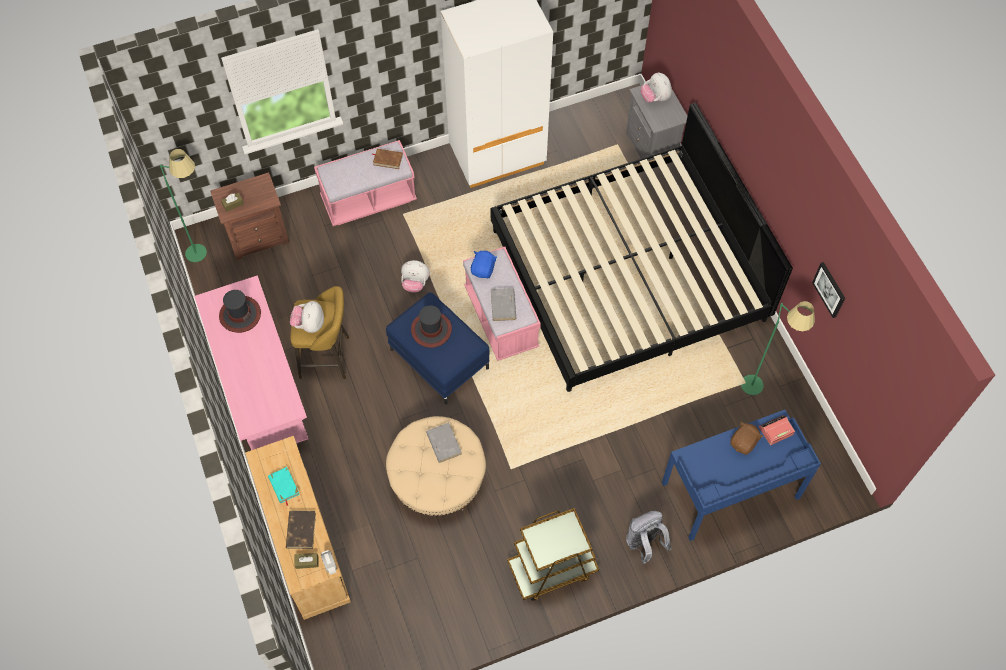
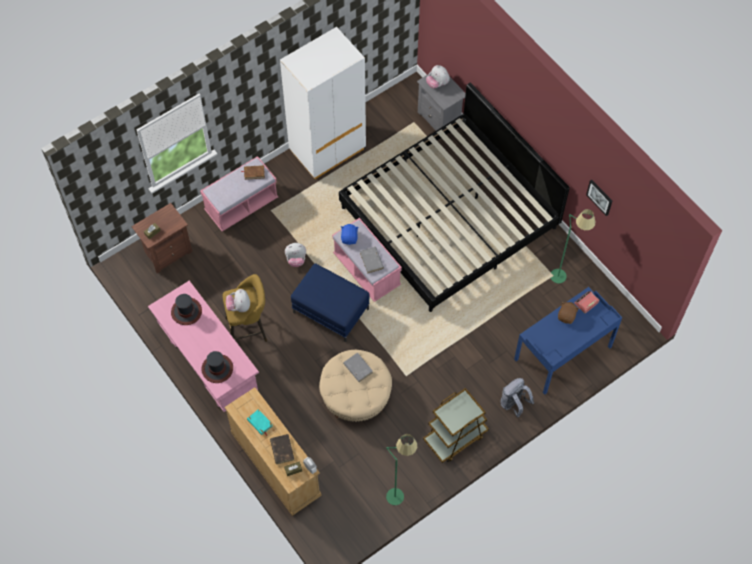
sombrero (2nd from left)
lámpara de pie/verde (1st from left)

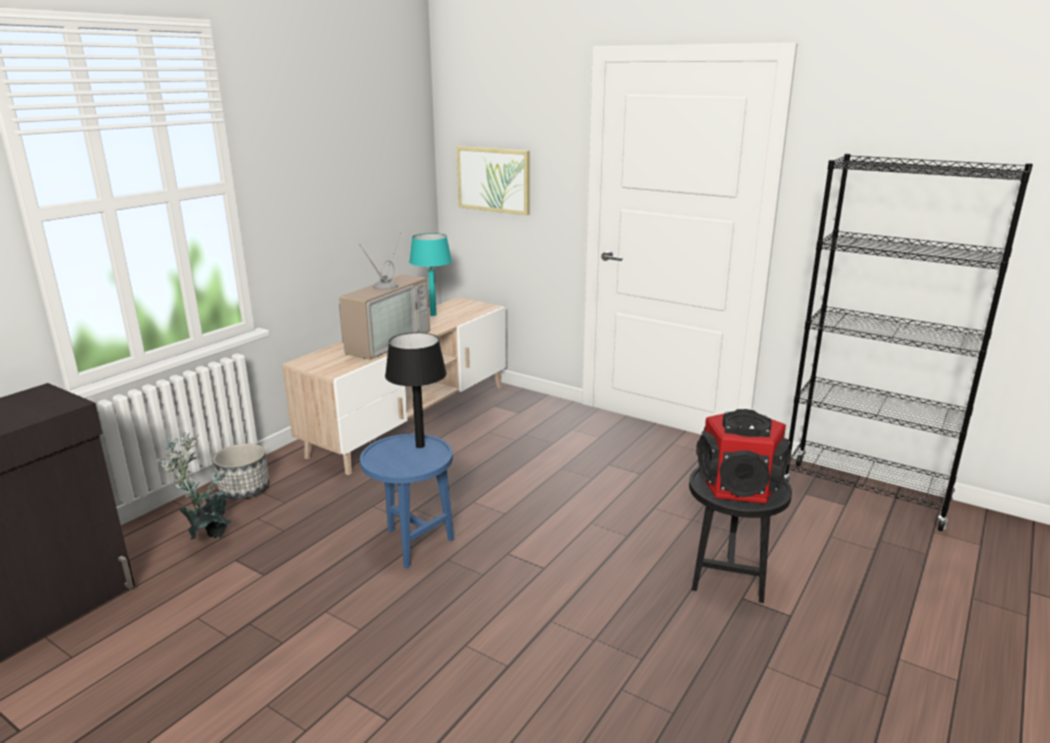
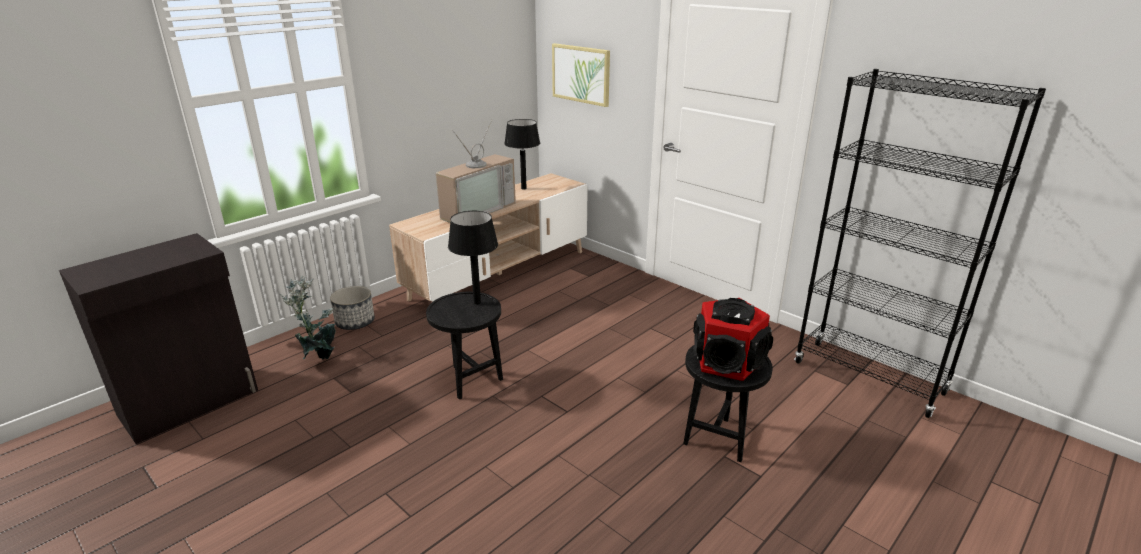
mesa auxiliar/negro (1st from left)
lámpara de mesa/negro (2nd from left)

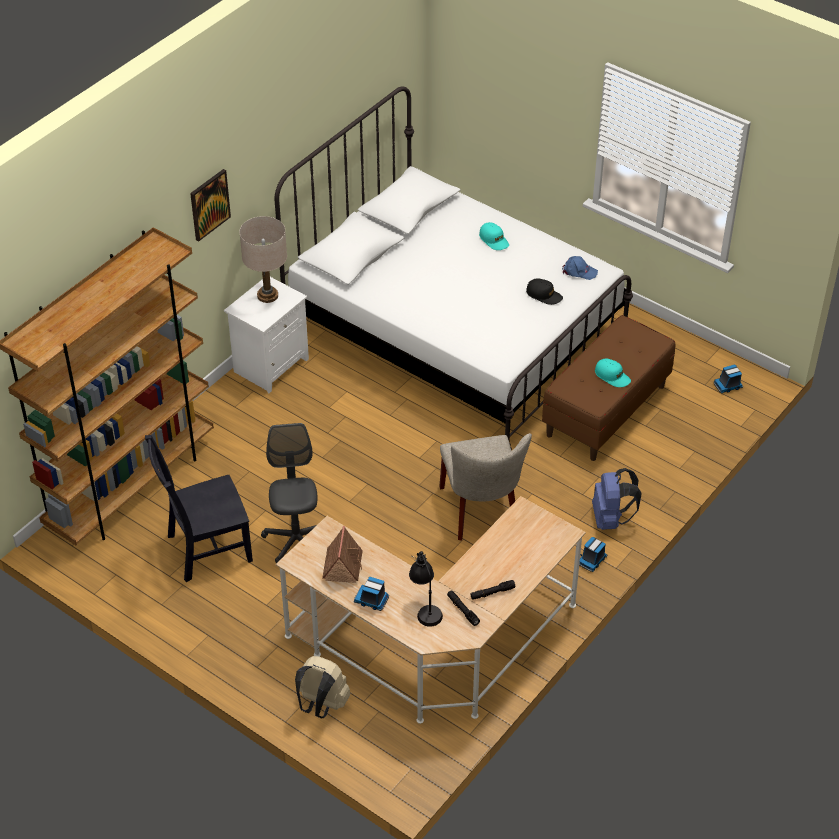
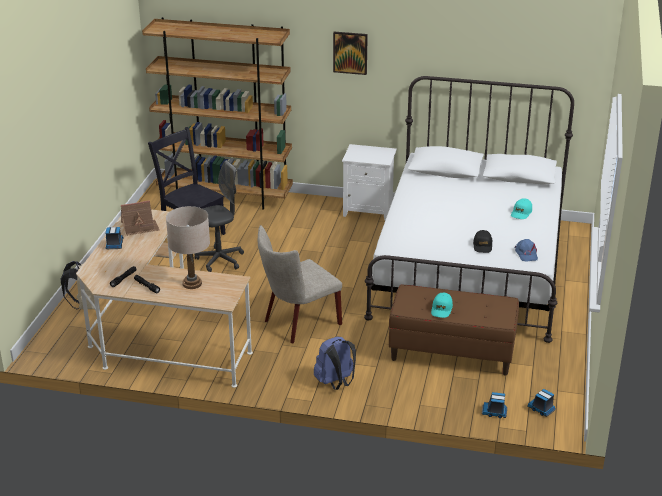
lámpara de mesa/beis
camión de juguete (2nd from left)
lámpara de mesa/negro

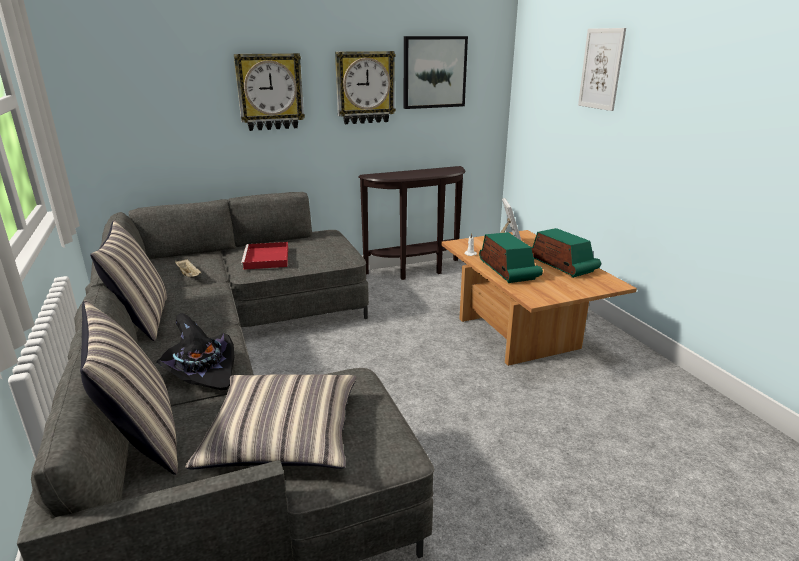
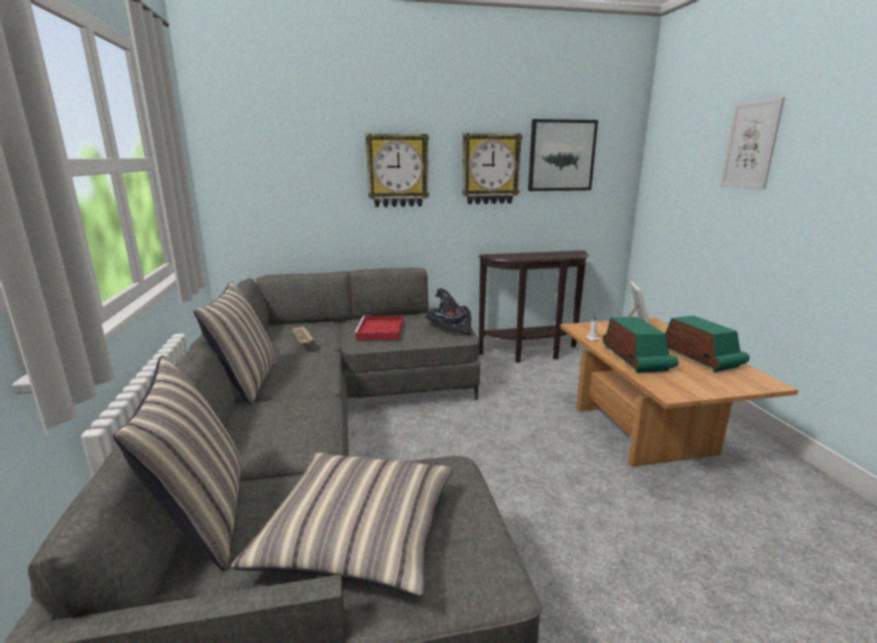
sombrero/negro

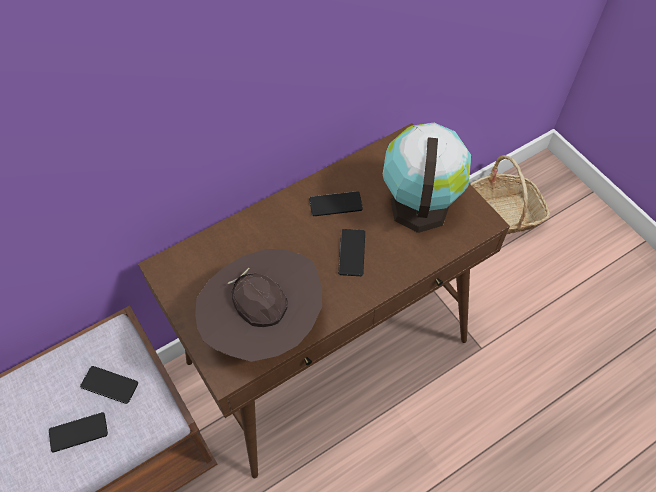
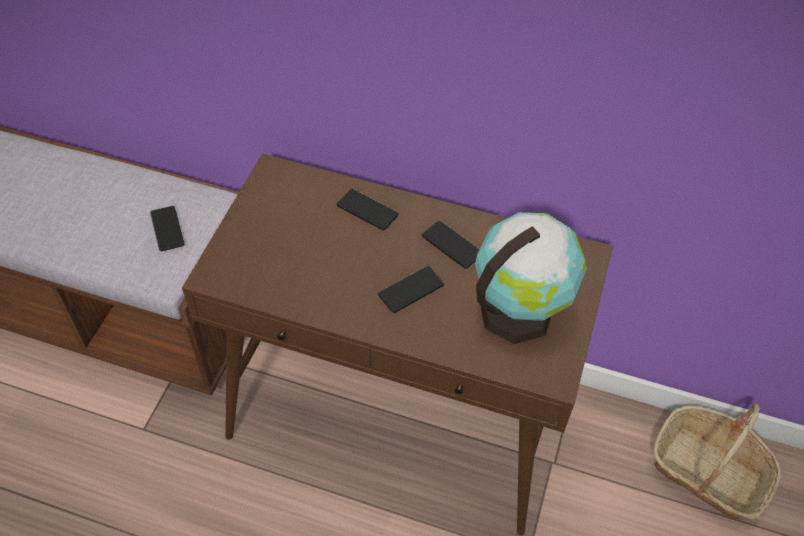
móvil (2nd from left)
sombrero/marrón

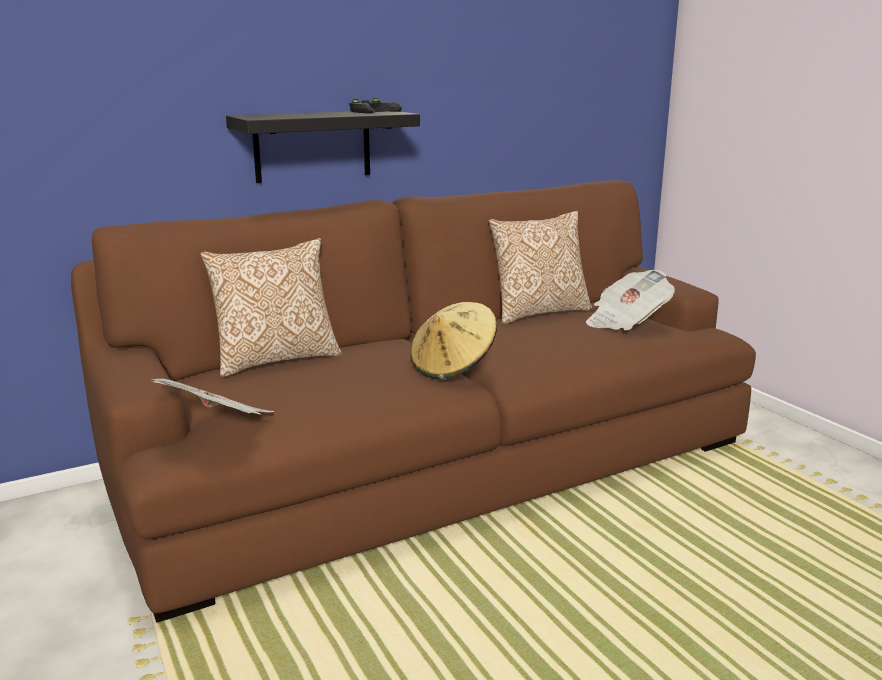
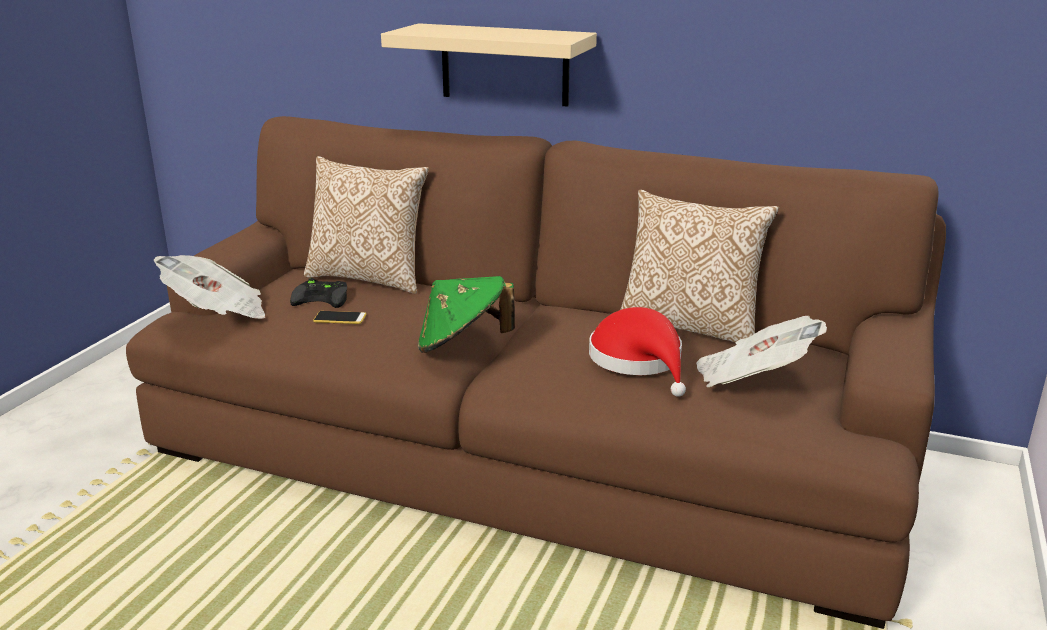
mando de consola/negro
móvil
estante/beis
sombrero/verde
sombrero/rojo

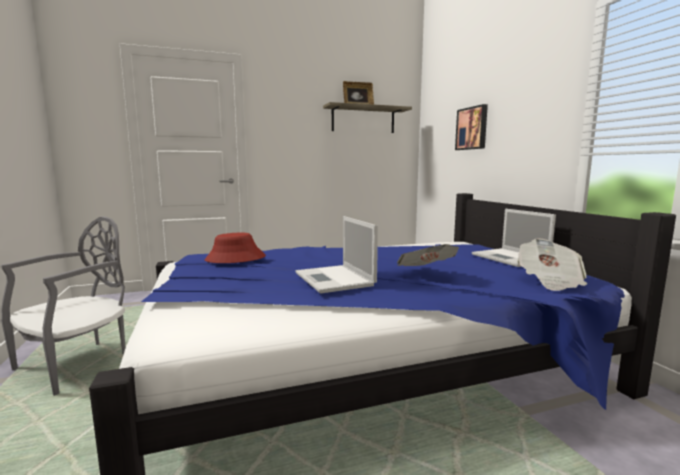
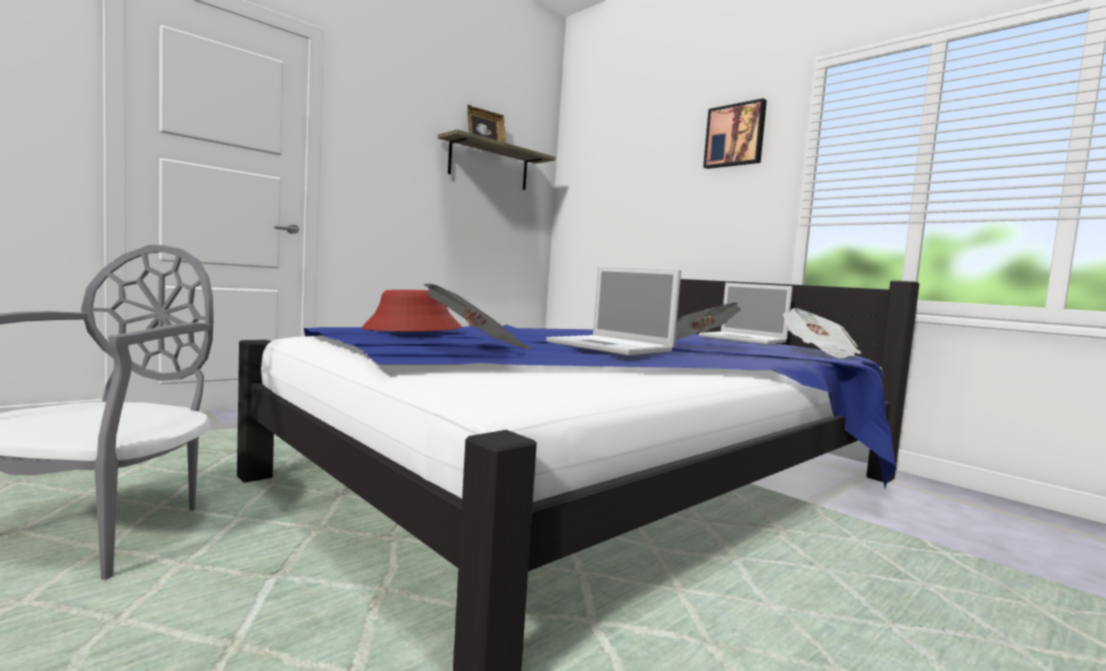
periódico (1st from left)
cuadro

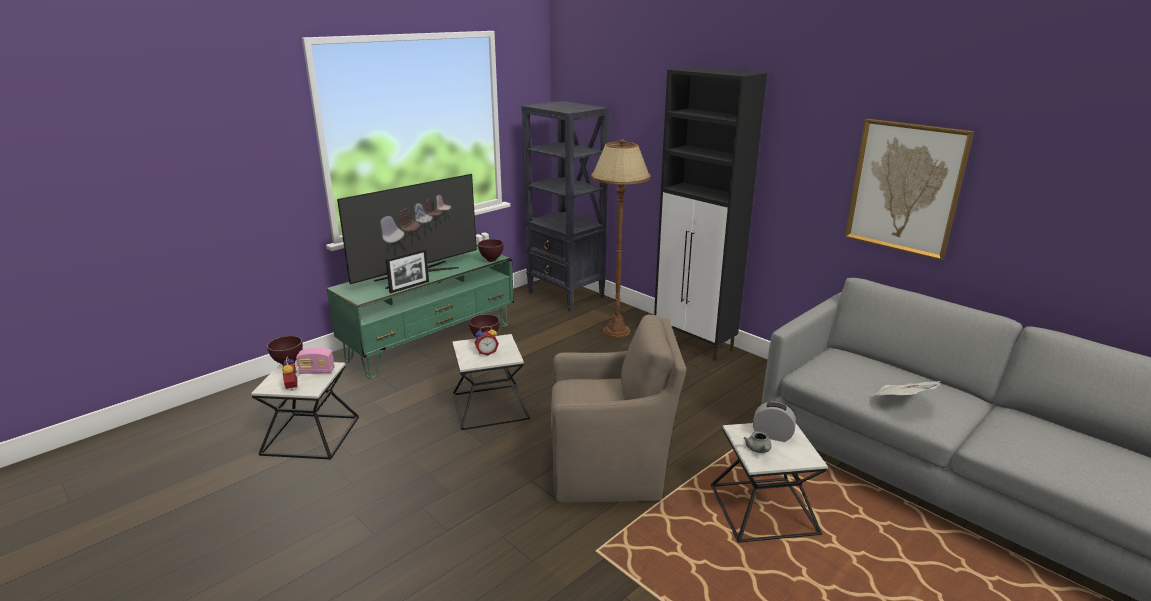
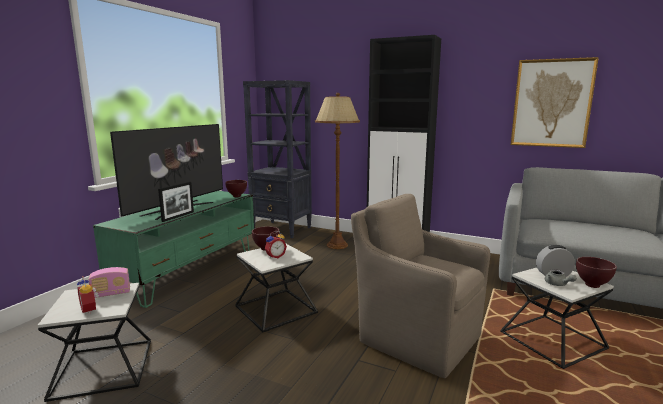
sillón/marrón
cuenco/marrón (3rd from left)
periódico

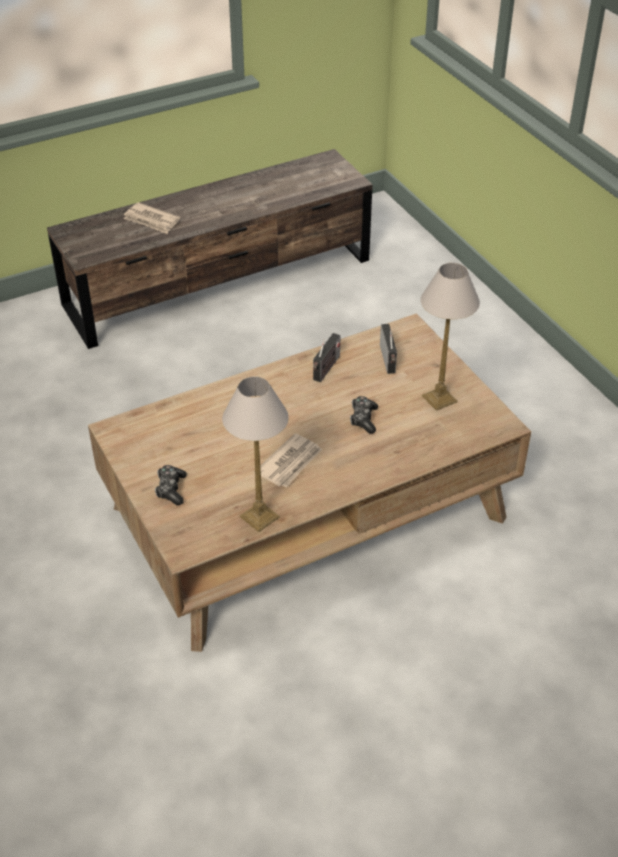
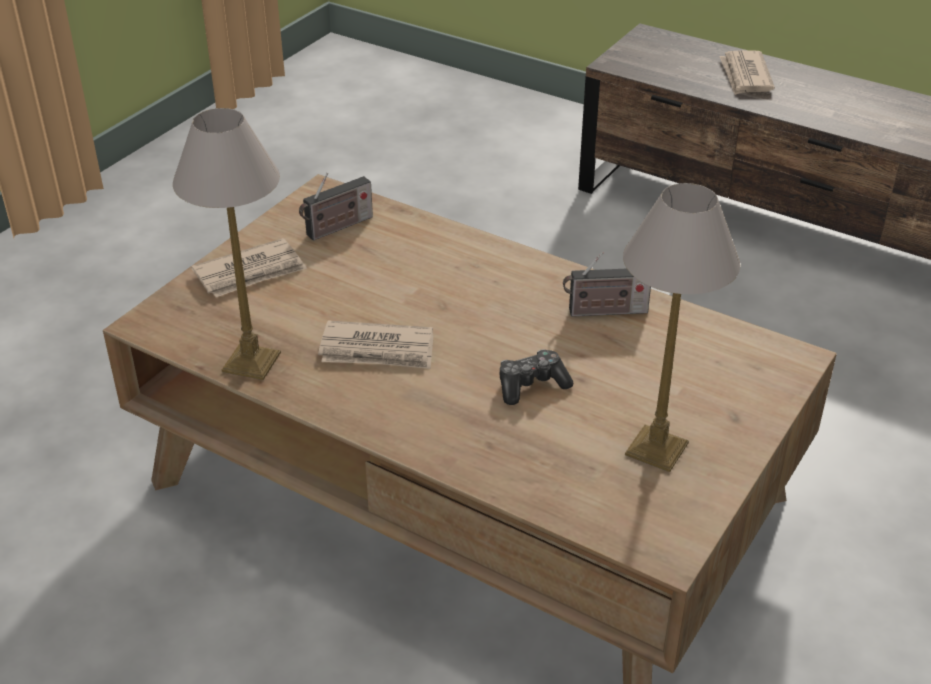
periódico (1st from left)
radio (1st from left)

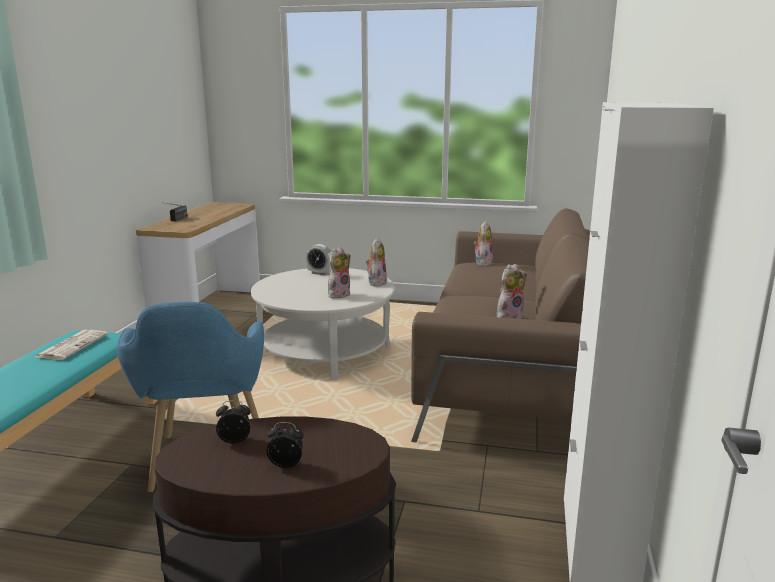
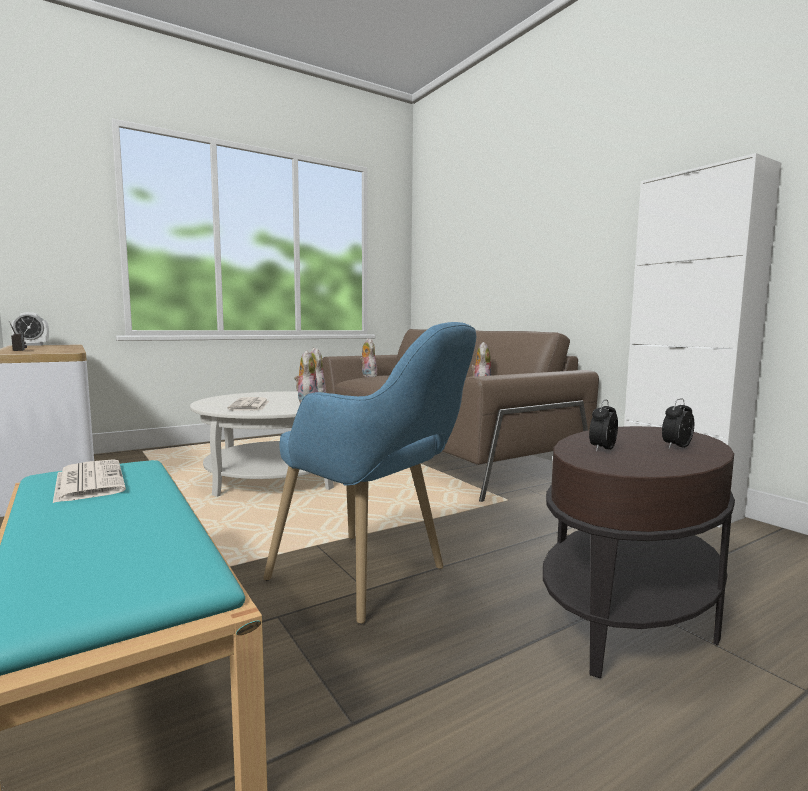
despertador (1st from left)
periódico (2nd from left)

